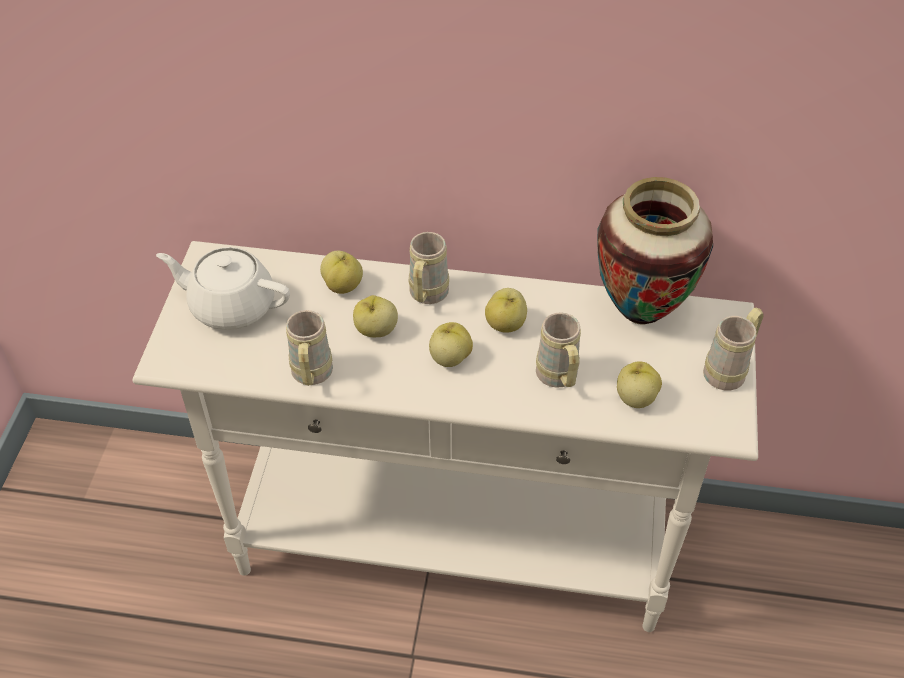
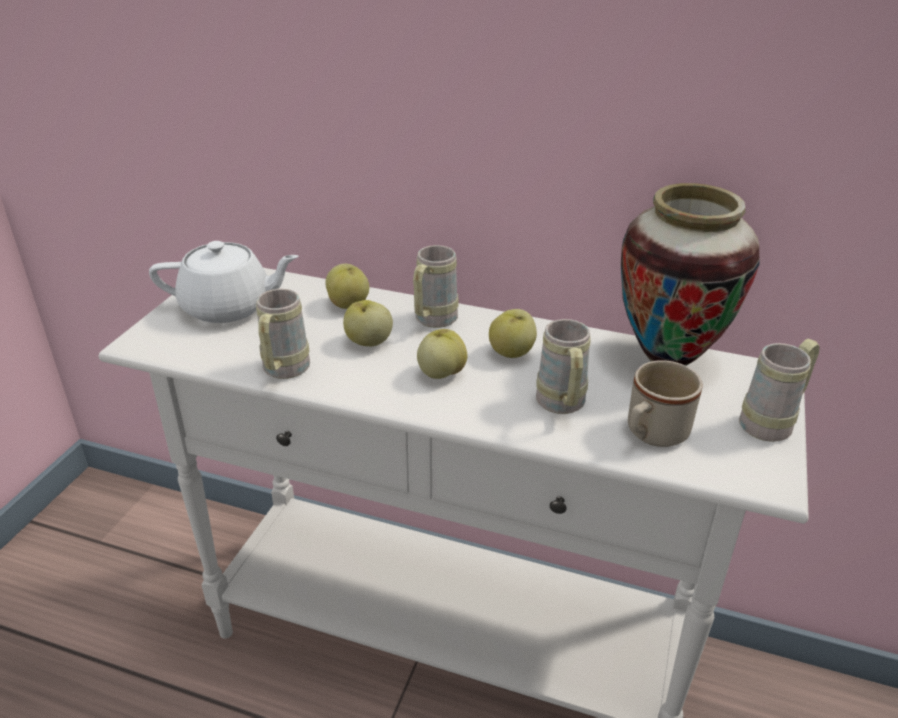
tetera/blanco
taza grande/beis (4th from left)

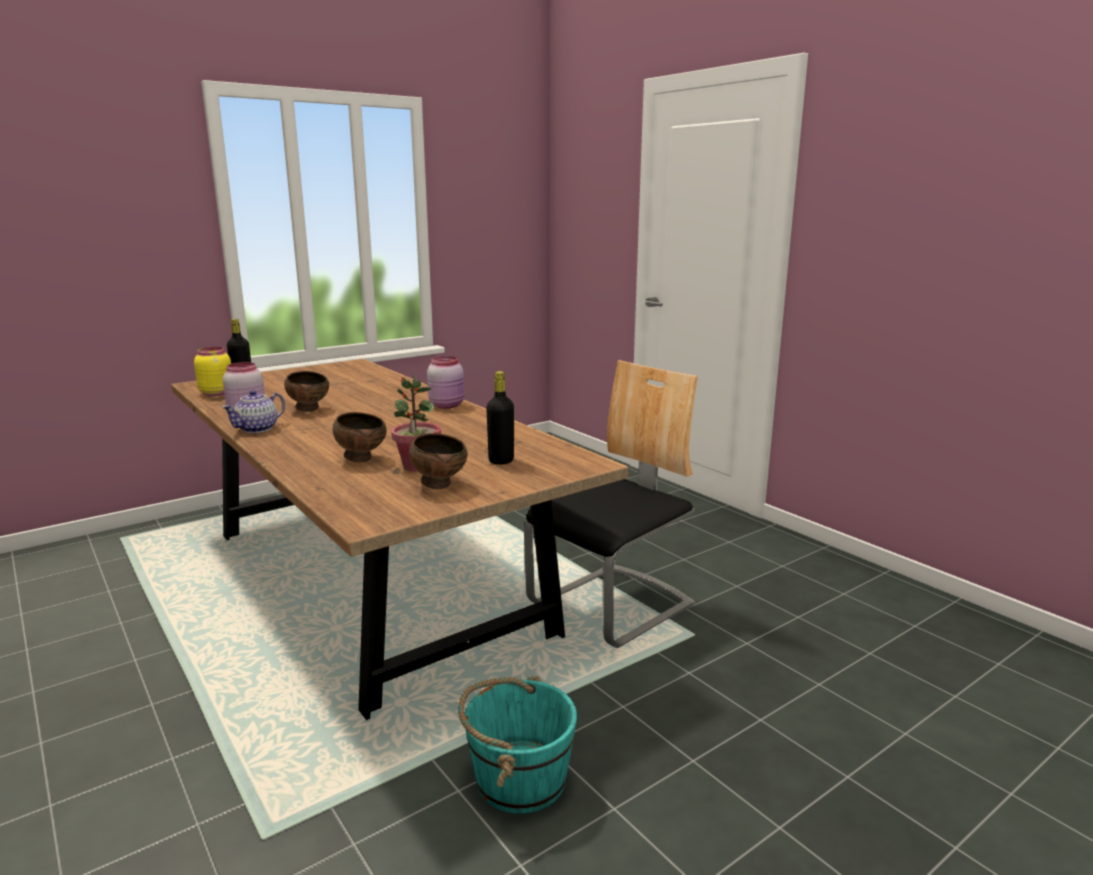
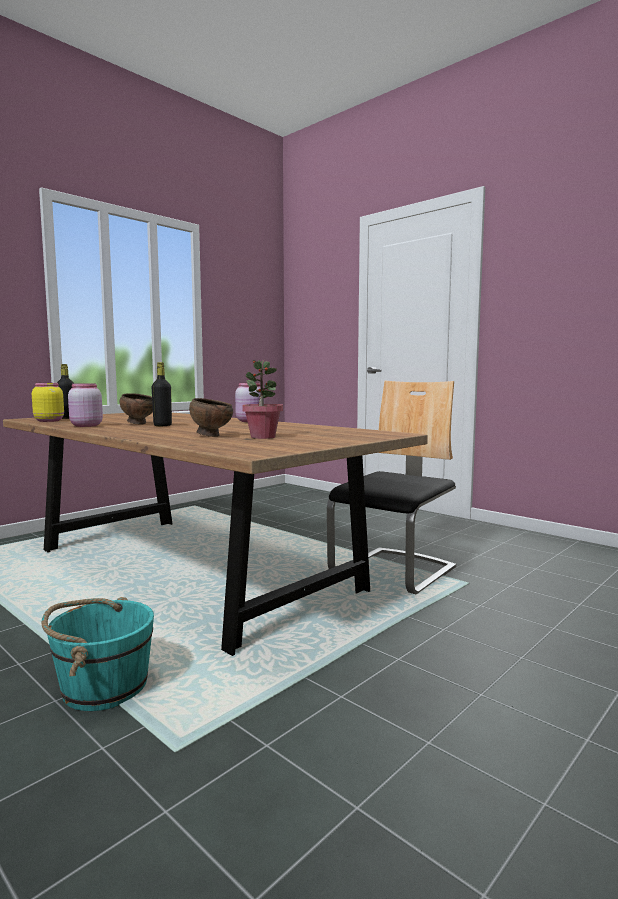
cubo/turquesa
botella/negro (2nd from left)
tetera
cuenco/marrón (3rd from left in the first image)

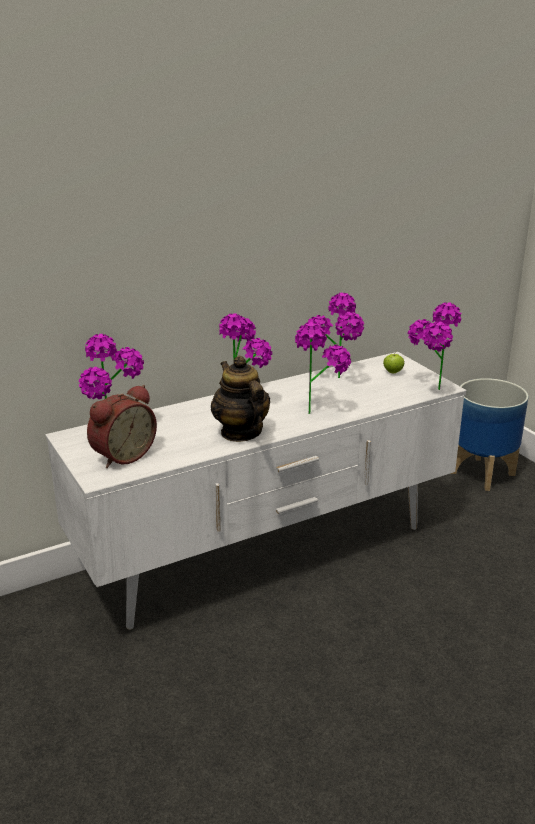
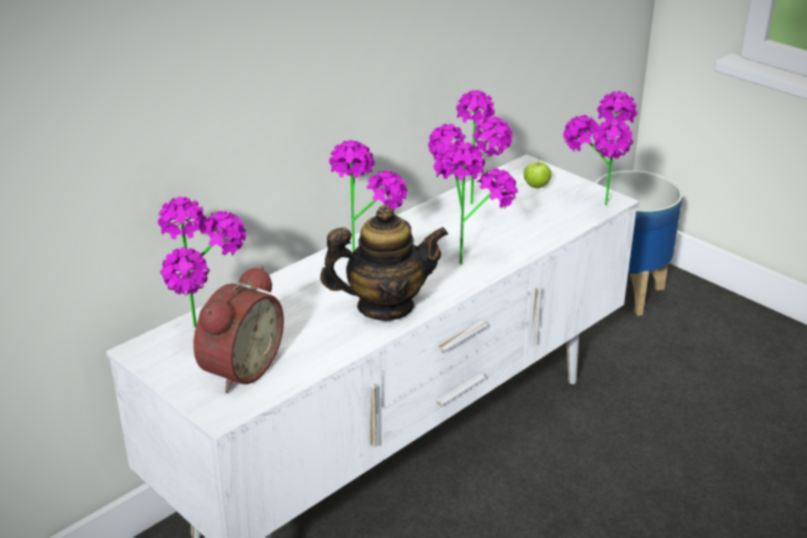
tetera

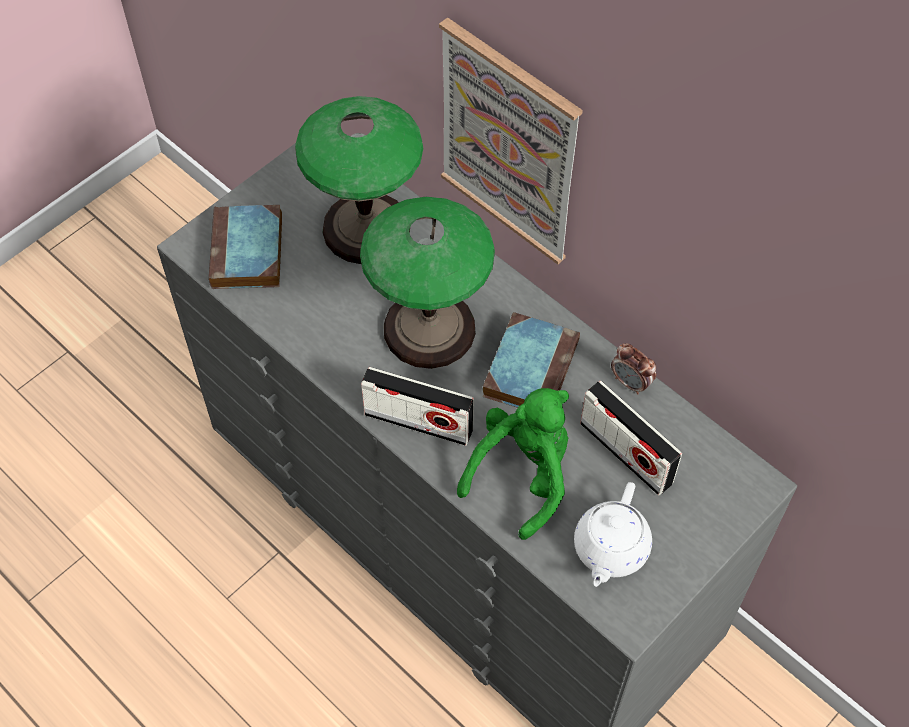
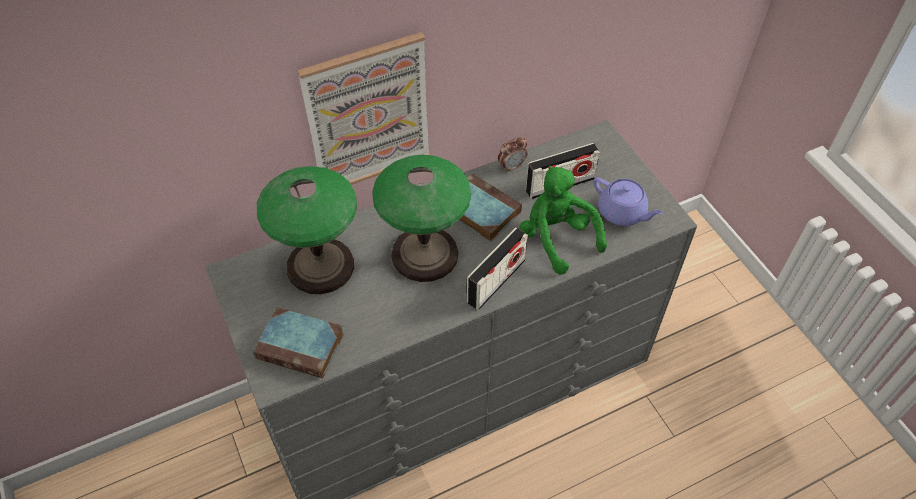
tetera/morado

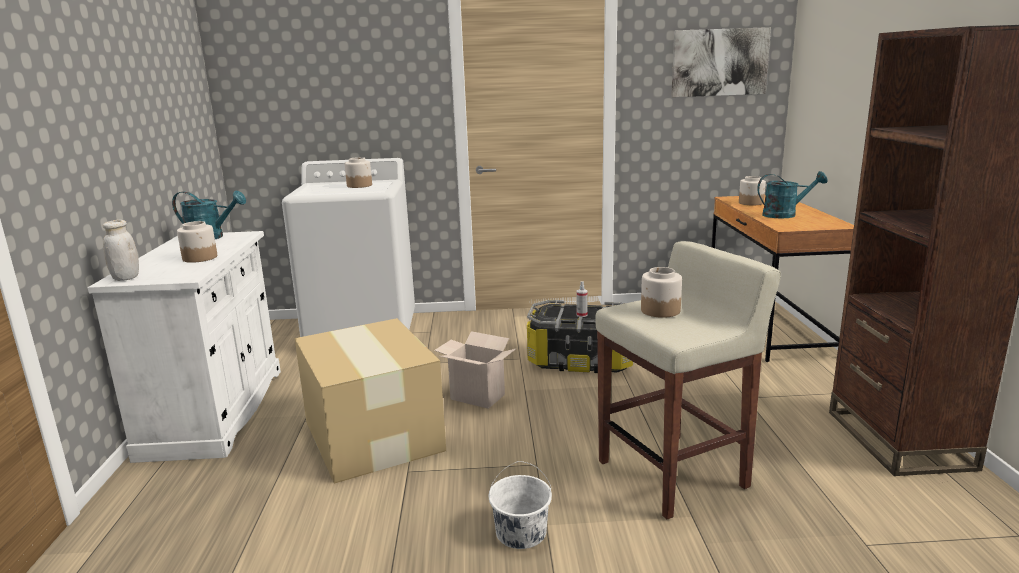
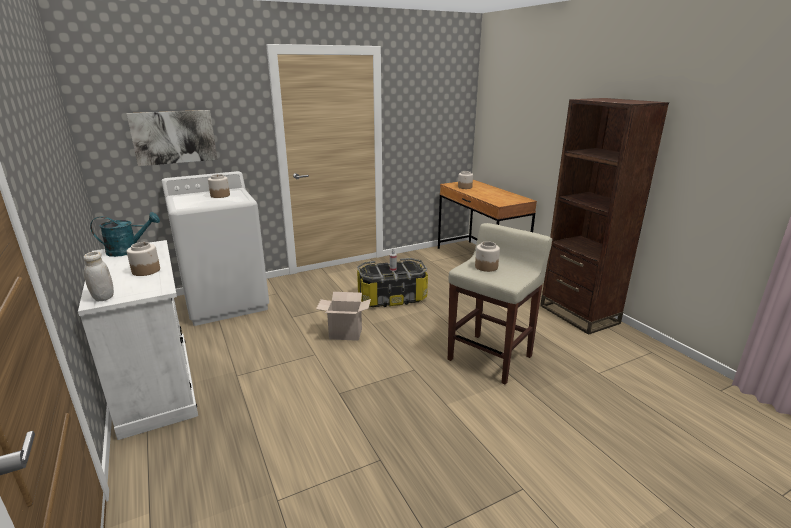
cuadro
caja de cartón (1st from left in the first image)
cubo/blanco
regadera/turquesa (2nd from left in the first image)

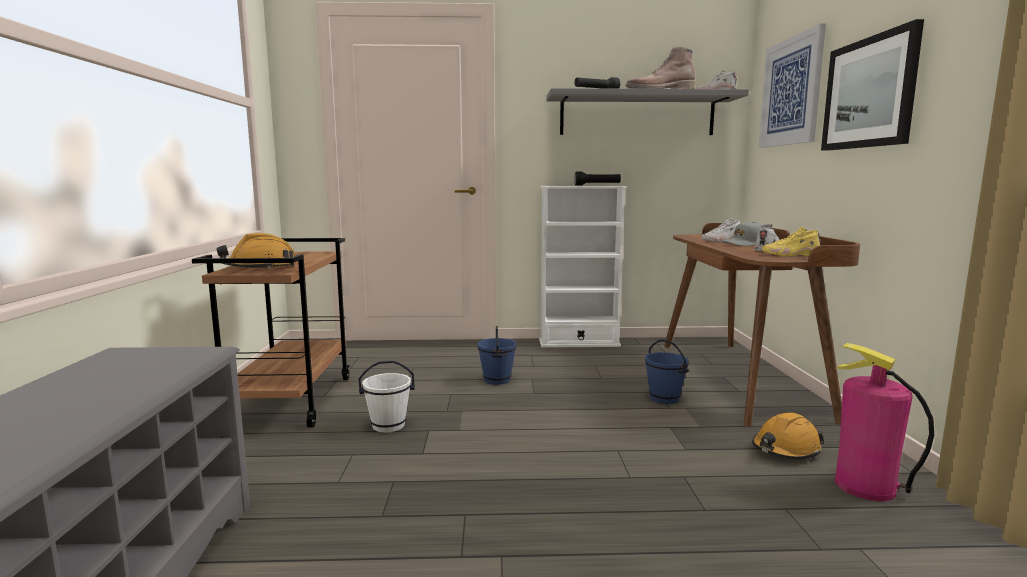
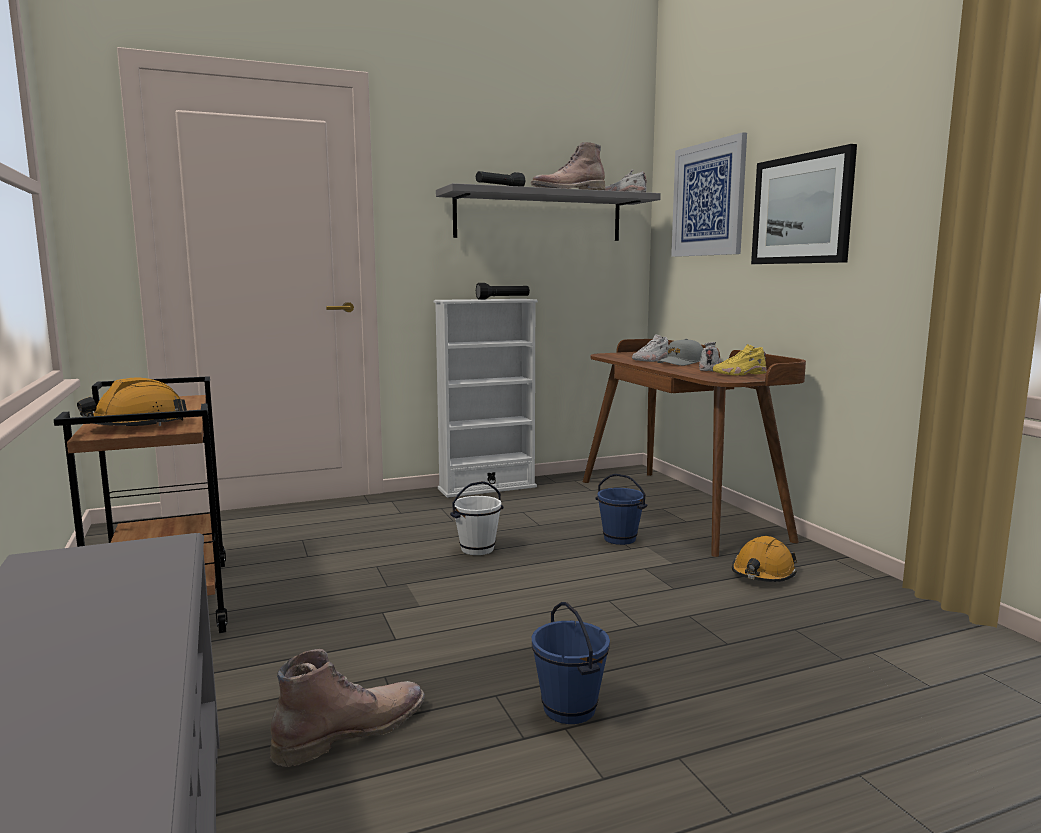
bota/marrón (1st from left)
cubo/blanco
cubo/azul (1st from left)
extintor

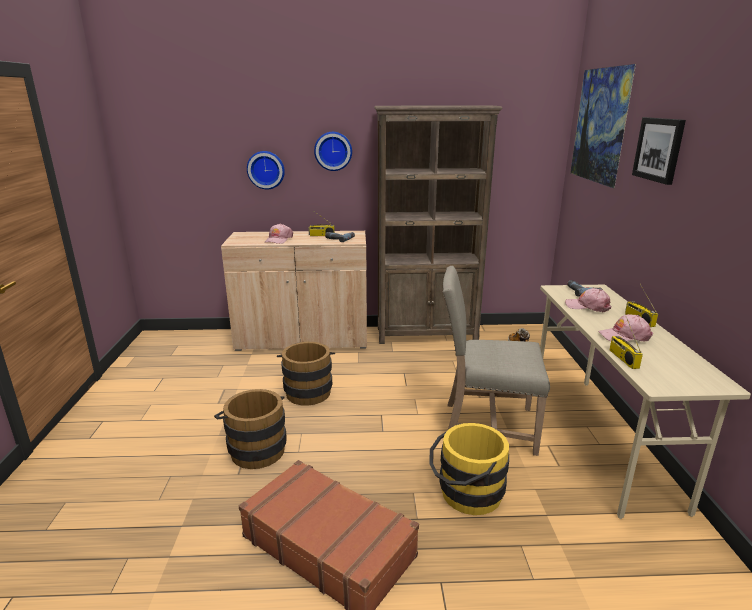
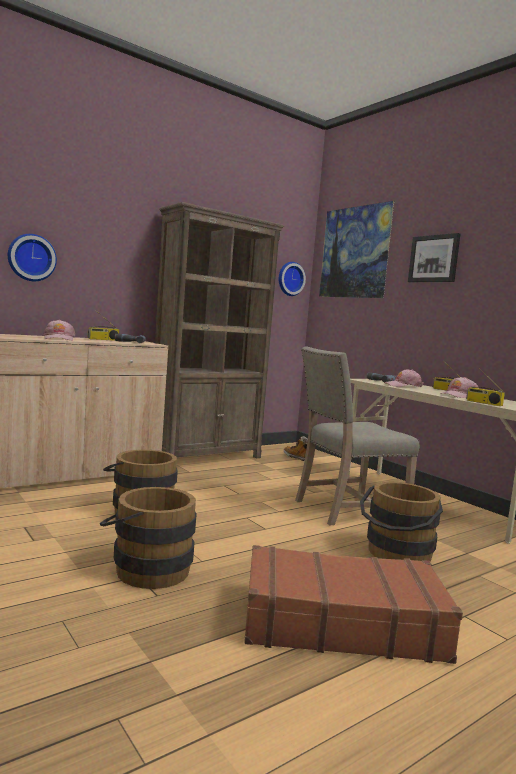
reloj de pared (2nd from left)
cubo/marrón (3rd from left)

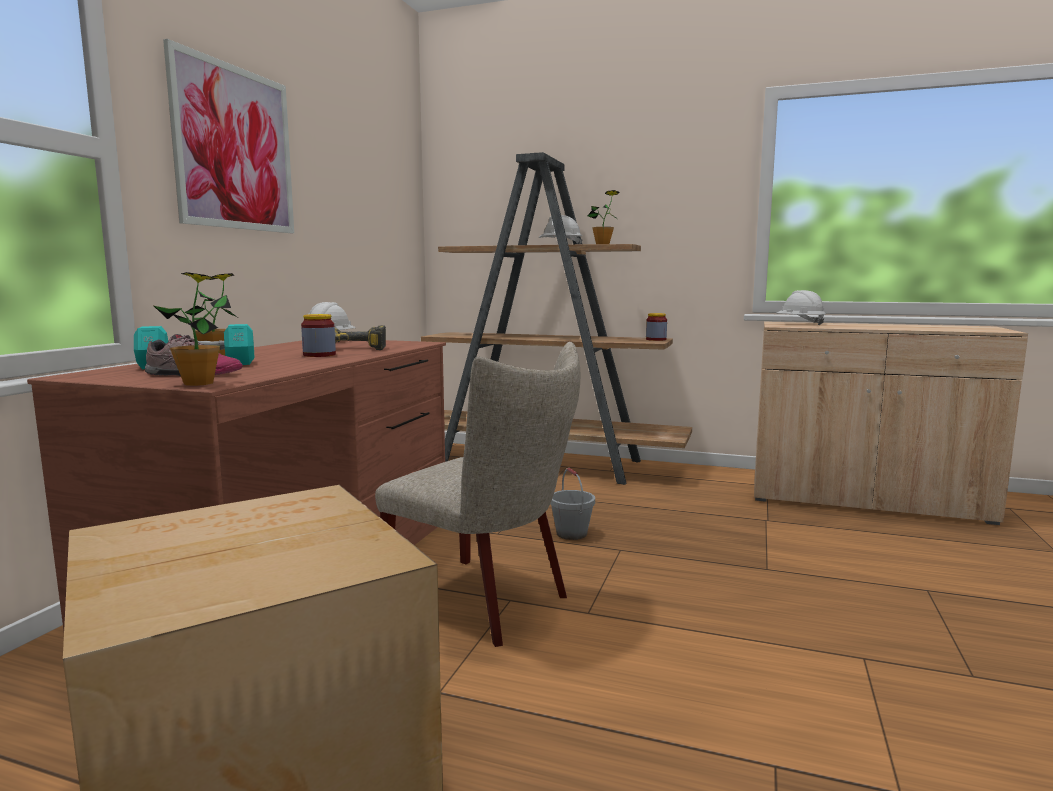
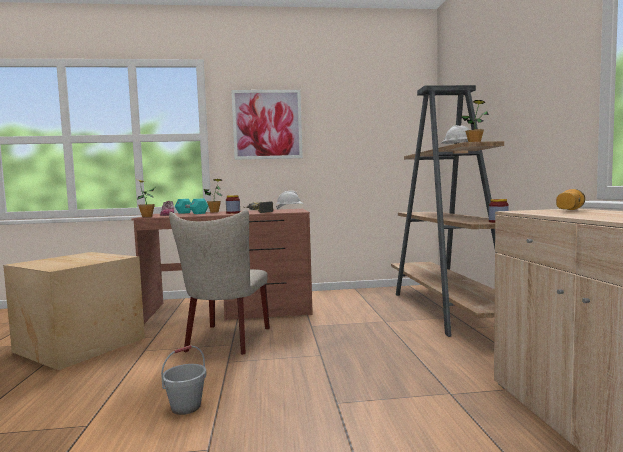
cubo/gris
linterna

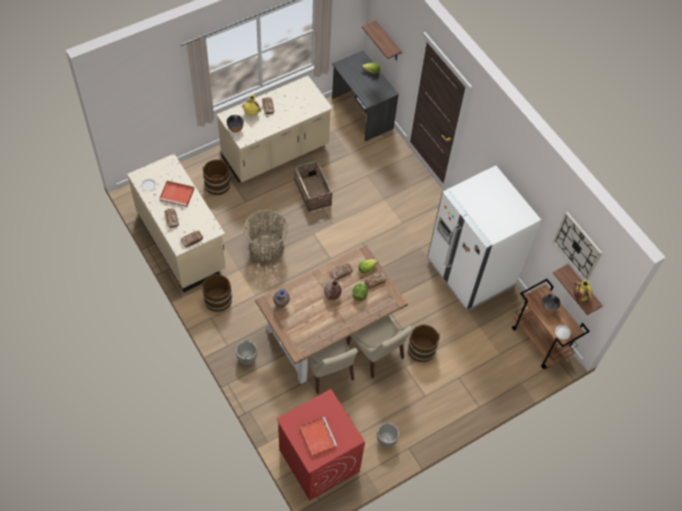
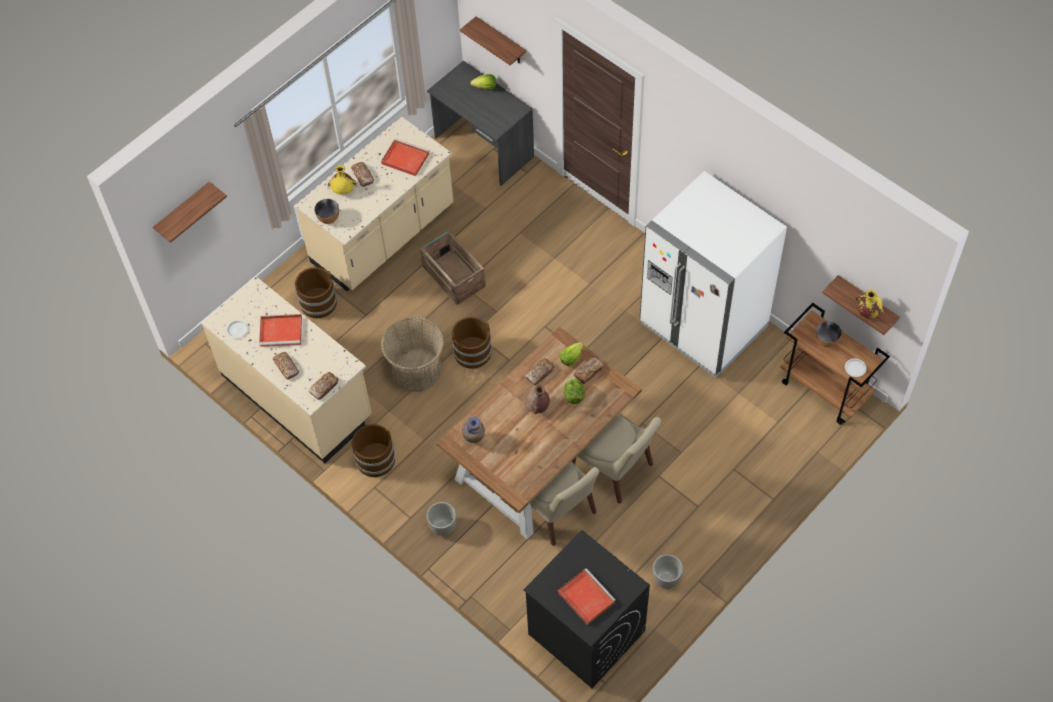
estante (1st from left)
bandeja/rojo (2nd from left)
cubo/marrón (3rd from left)
lavadora/negro
reloj de pared

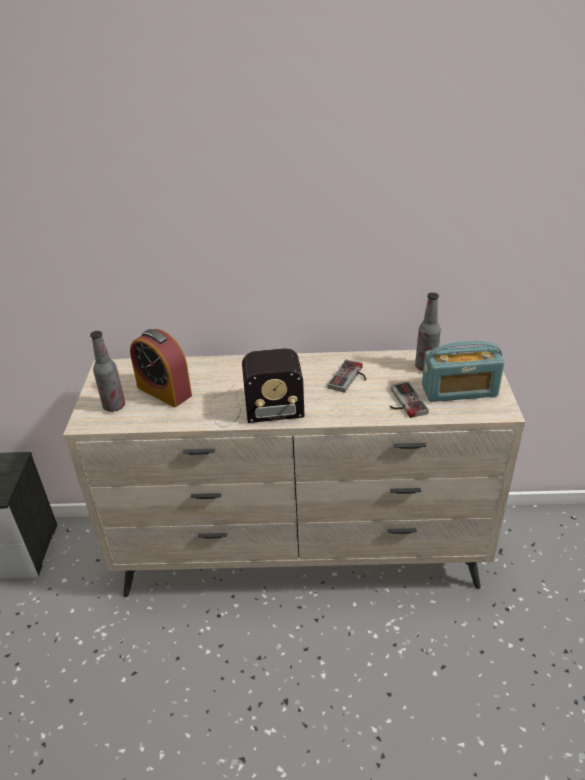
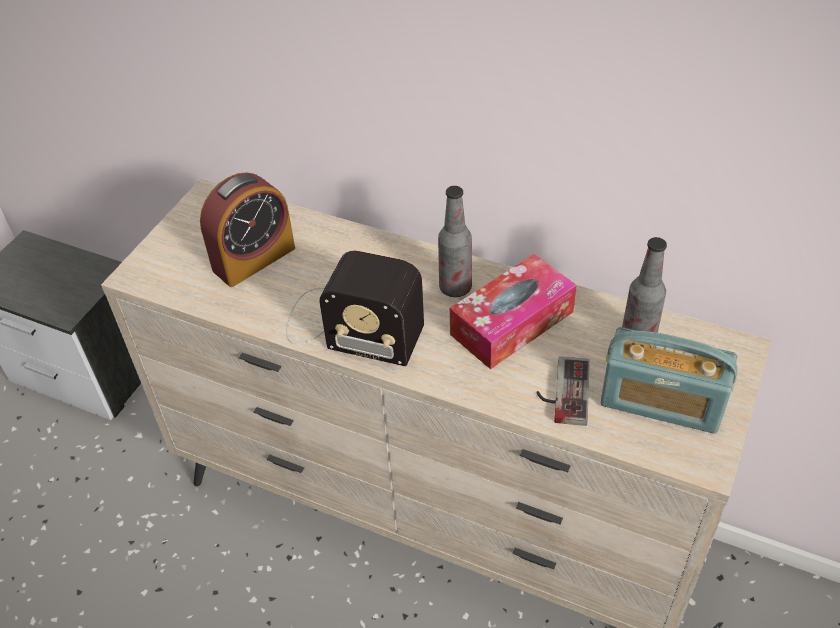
despertador
botella (1st from left)
caja de pañuelos

